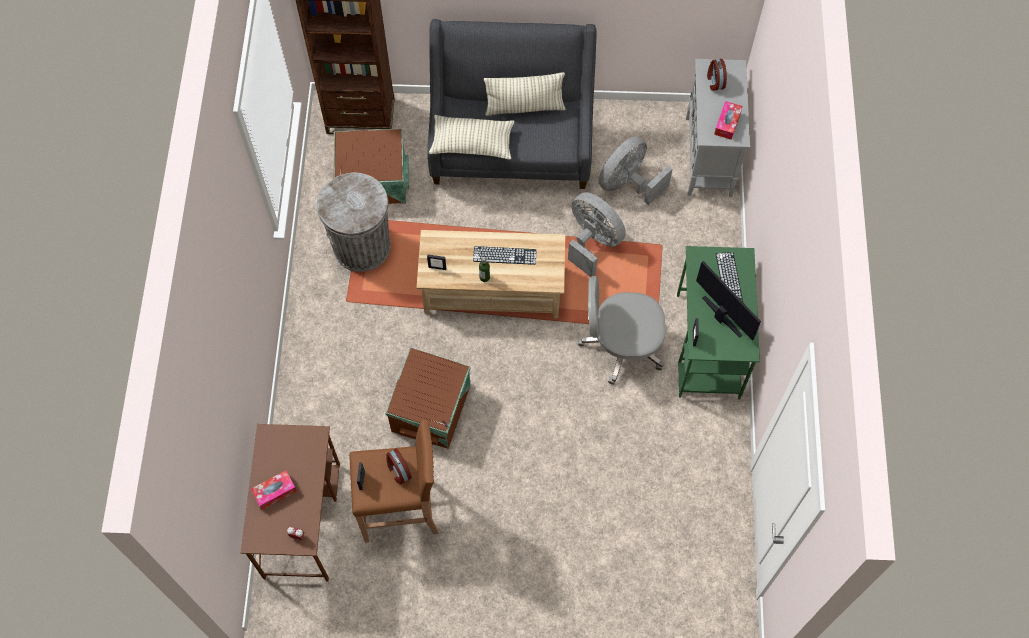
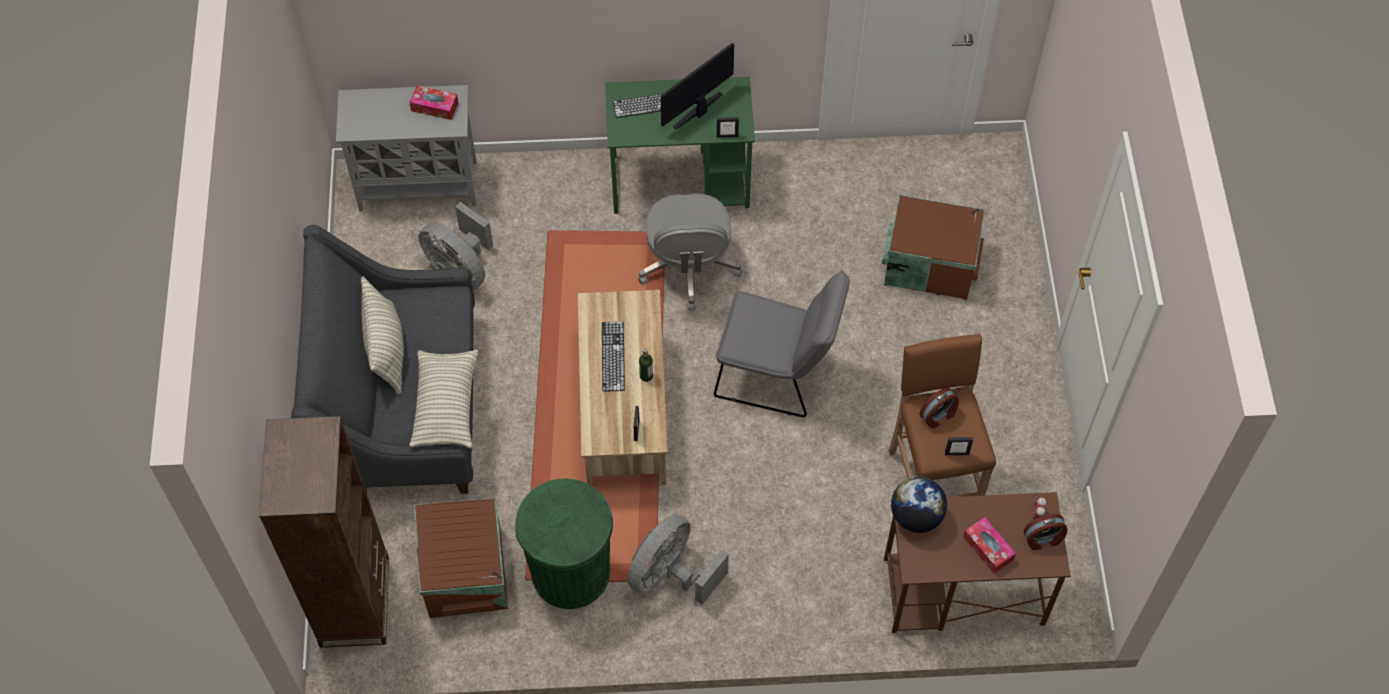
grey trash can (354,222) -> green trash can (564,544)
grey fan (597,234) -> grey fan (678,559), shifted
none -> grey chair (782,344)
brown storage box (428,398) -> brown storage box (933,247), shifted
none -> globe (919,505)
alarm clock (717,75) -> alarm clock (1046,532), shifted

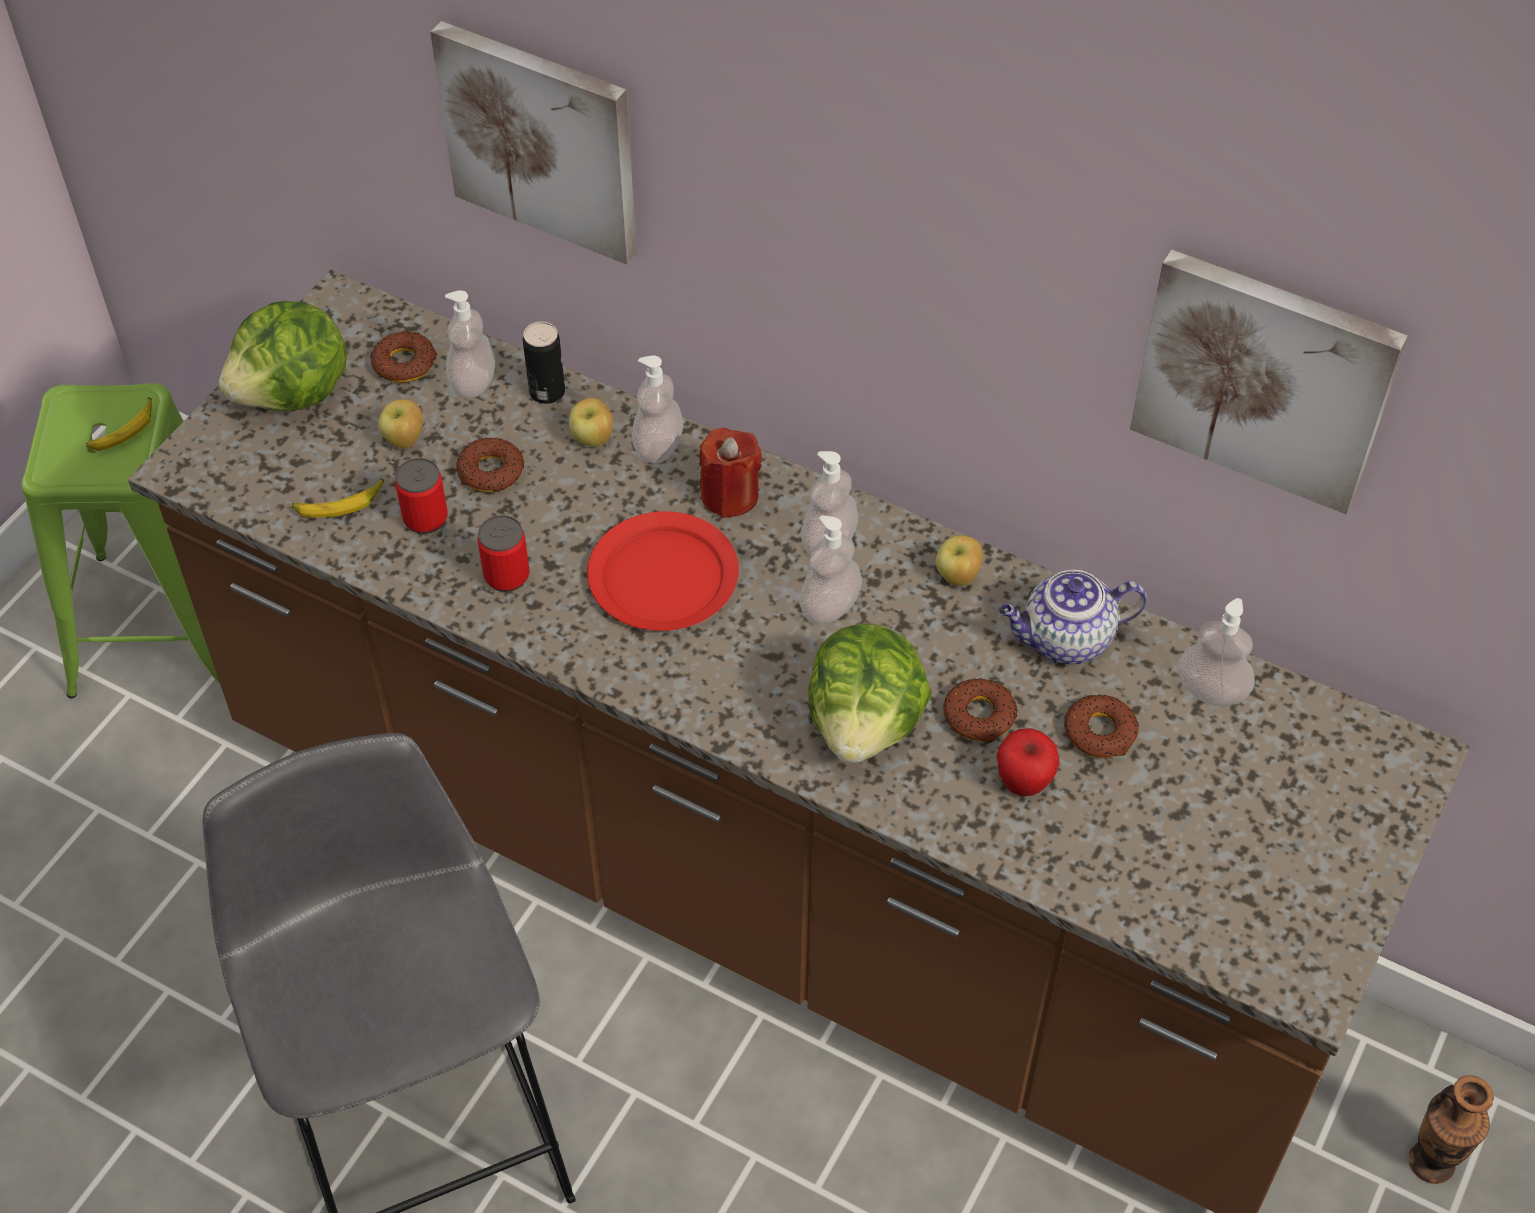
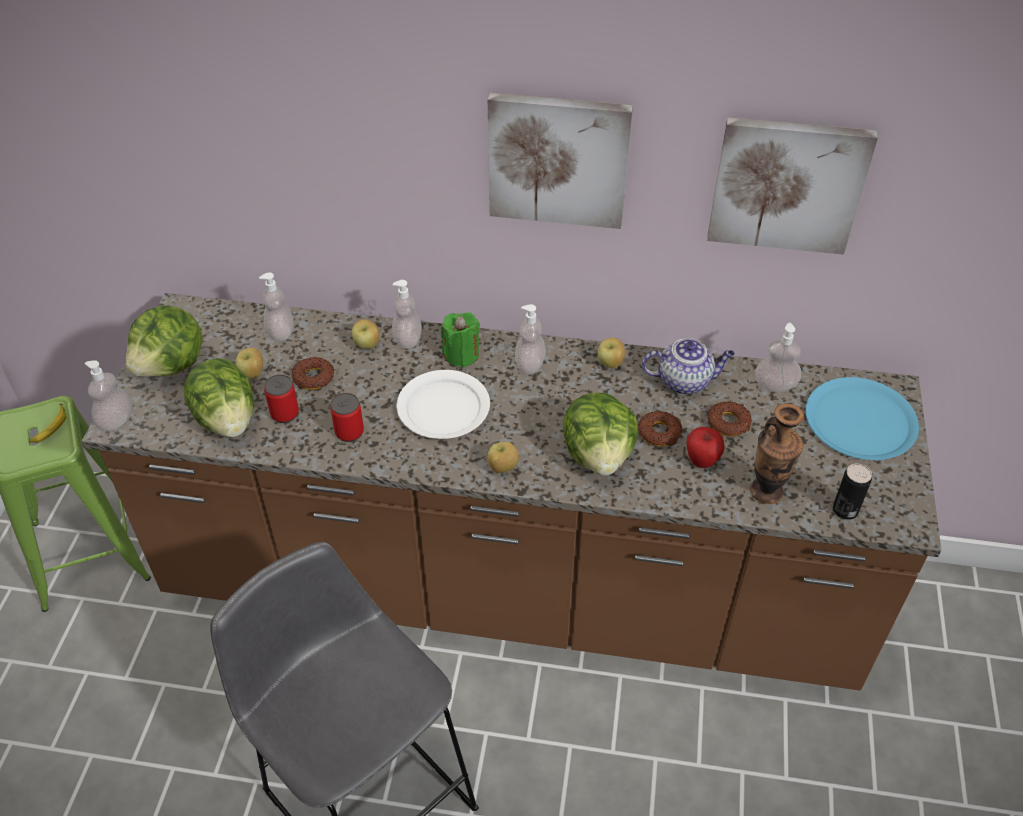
soap dispenser (830,570) -> soap dispenser (107,395), shifted
banana (338,498) -> lettuce (219,397)
red plate (663,571) -> white plate (443,404)
red candle (730,473) -> green candle (460,339)
none -> apple (503,457)
picture (533,143) -> picture (560,161), shifted
teapot (1073,617) -> teapot (688,366), 150 degrees counterclockwise
vase (1451,1129) -> vase (777,453), shifted
none -> blue plate (862,418)
can (544,362) -> can (852,491), shifted
donut (403,357) -> none

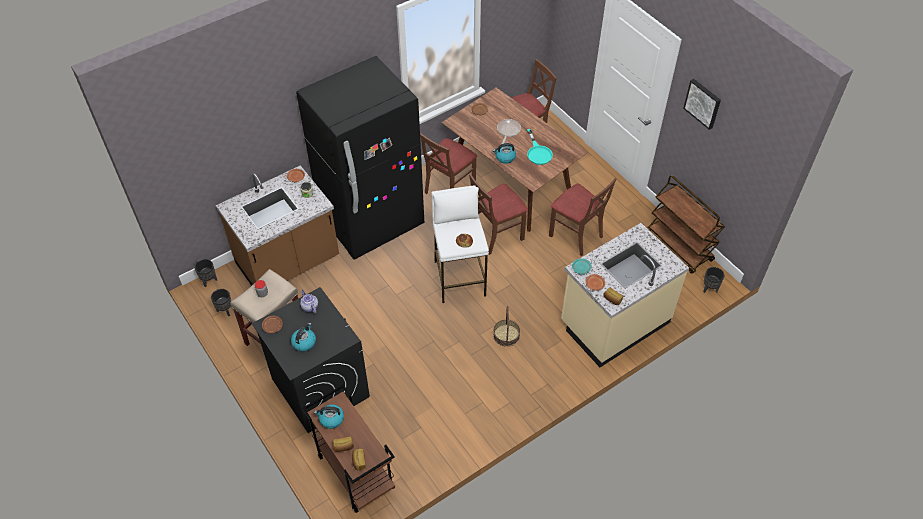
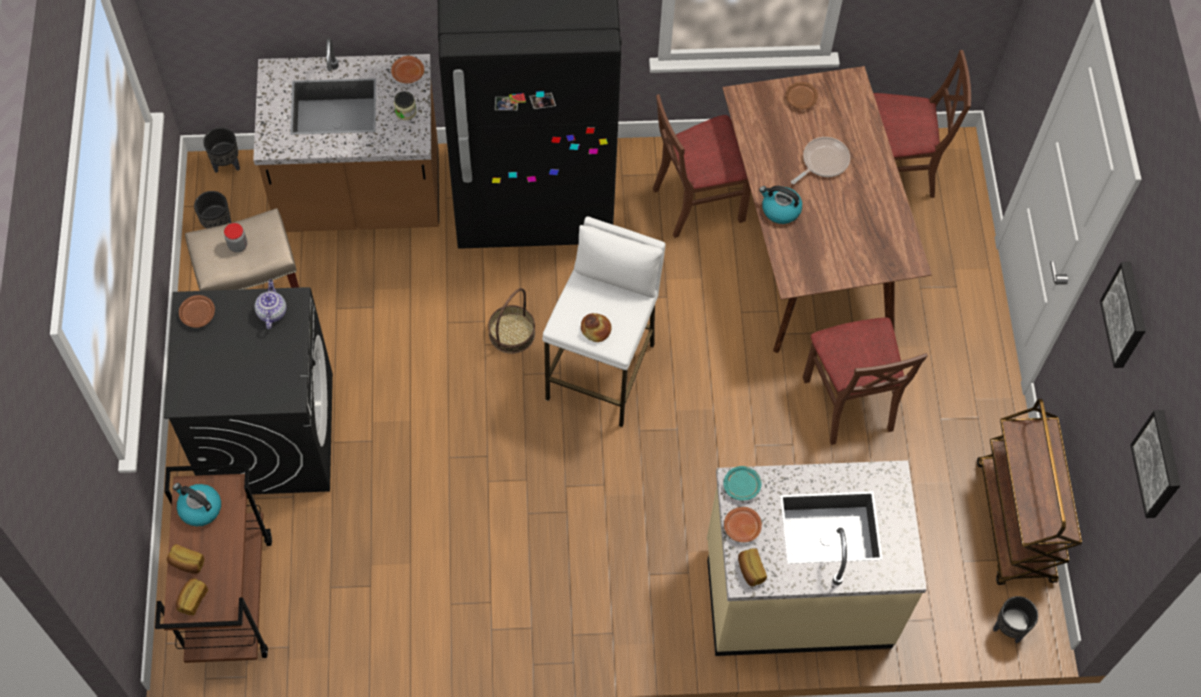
basket (506,326) -> basket (511,321), shifted
none -> picture (1155,464)
kettle (303,337) -> none
brown chair (498,214) -> none
turquoise frying pan (540,147) -> none

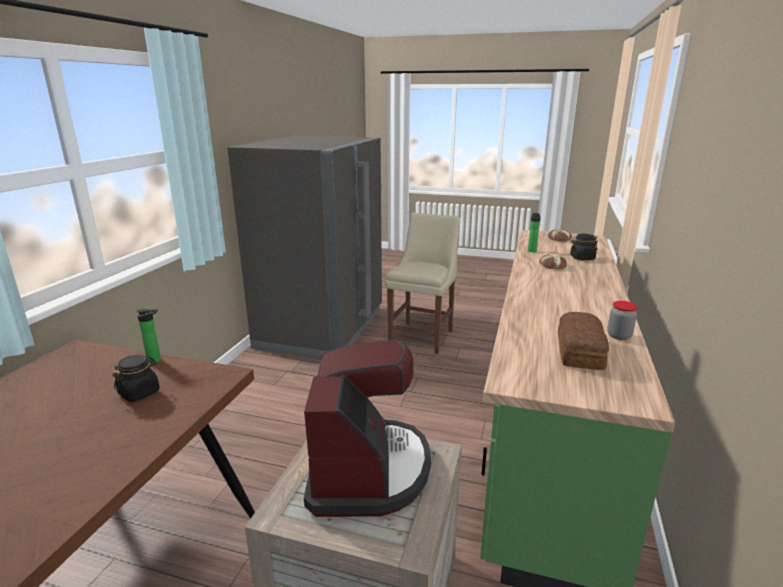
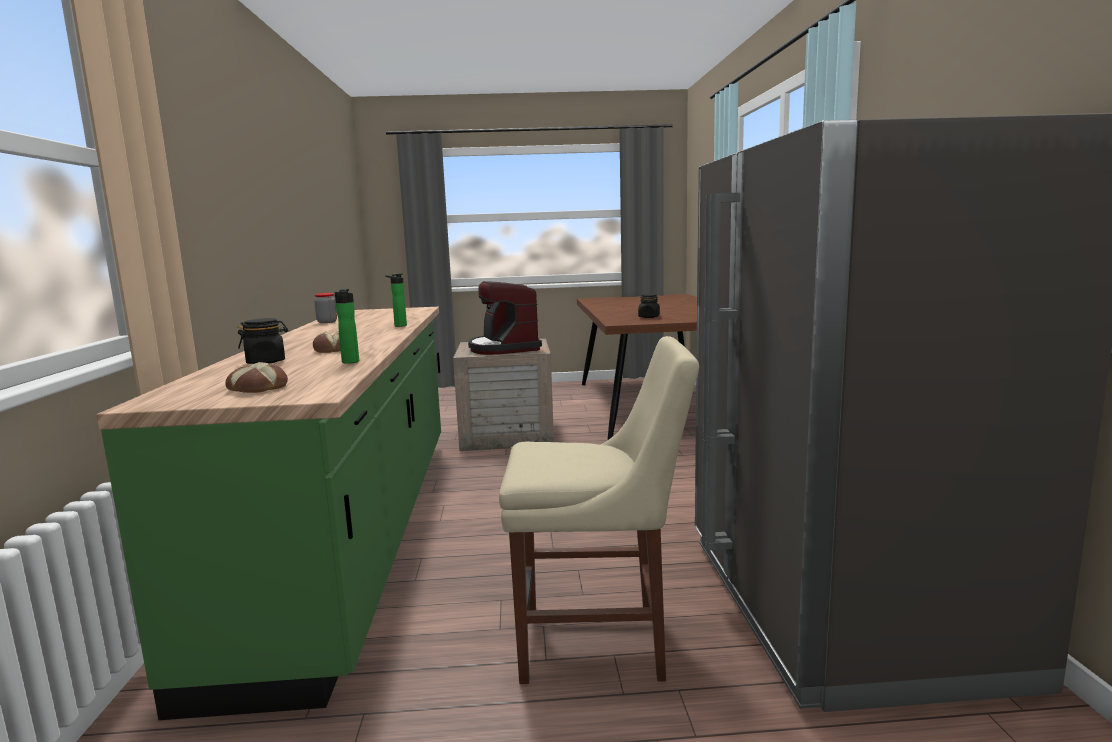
bottle (149,336) -> bottle (396,300), shifted
beige chair (422,283) -> beige chair (599,510), 90 degrees counterclockwise
bread (583,341) -> none

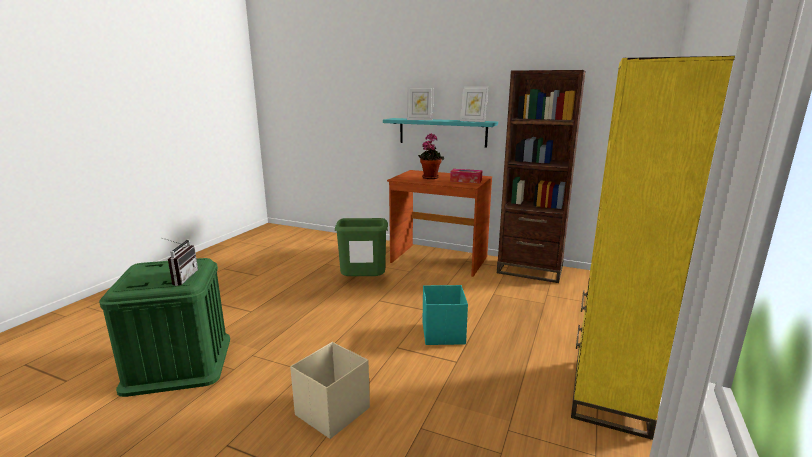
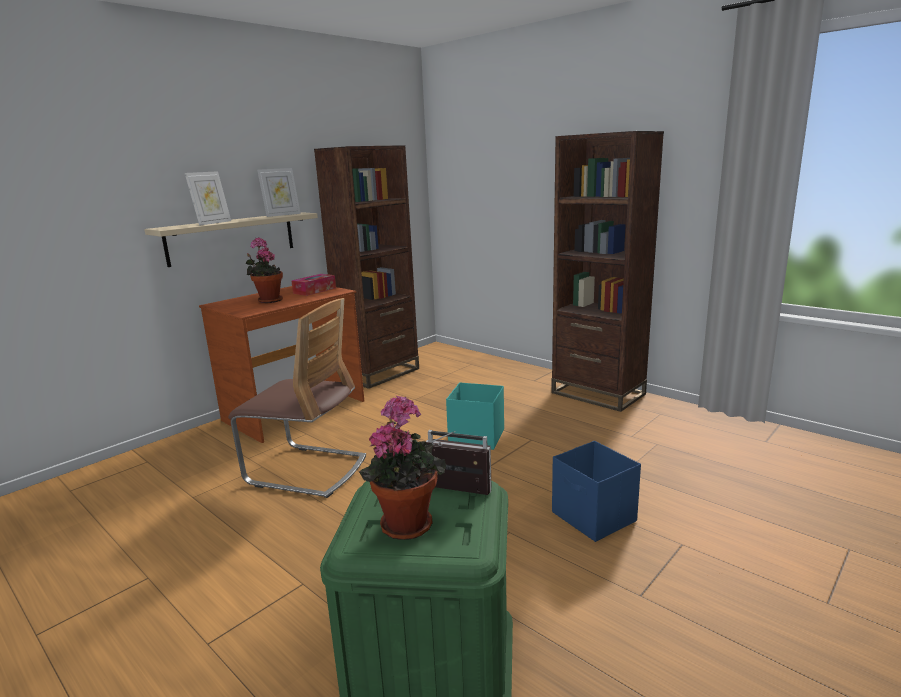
turquoise shelf (440,133) -> beige shelf (231,239)
green trash can (361,247) -> chair (297,398)
none -> potted plant (402,468)
yellow bookcase (653,248) -> brown bookcase (607,271)
beige storage box (330,390) -> blue storage box (596,491)

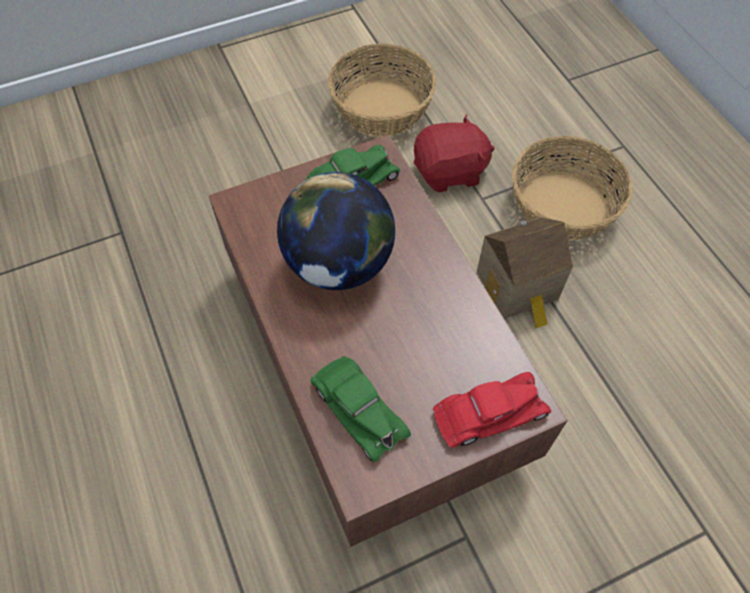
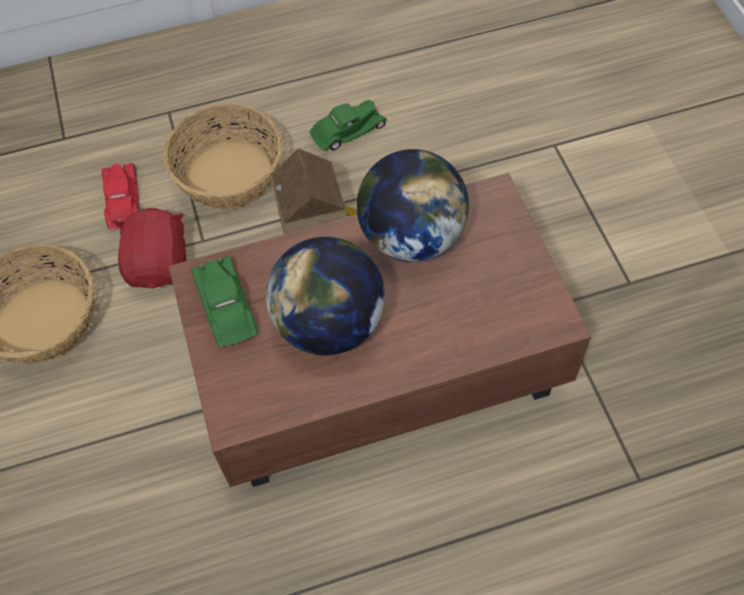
red toy car (492,410) -> red toy car (120,196), shifted
green toy car (361,409) -> green toy car (348,125), shifted
none -> globe (413,205)

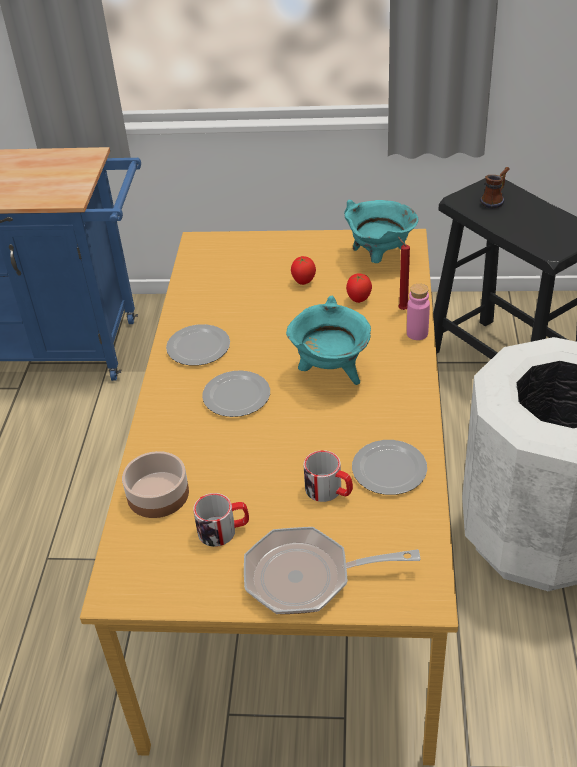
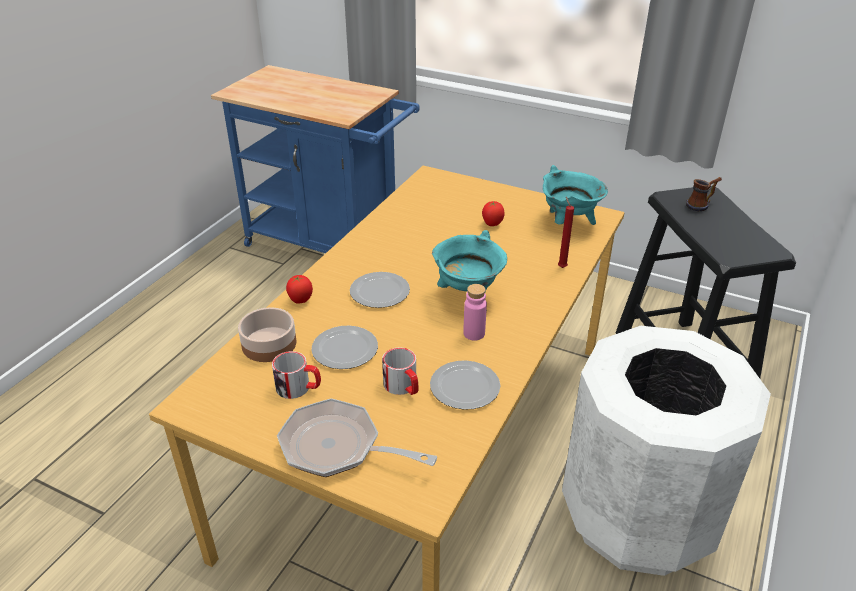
tomato (359,288) -> tomato (299,289), shifted
plate (198,345) -> plate (344,347), shifted
pink bottle (418,312) -> pink bottle (475,312), shifted

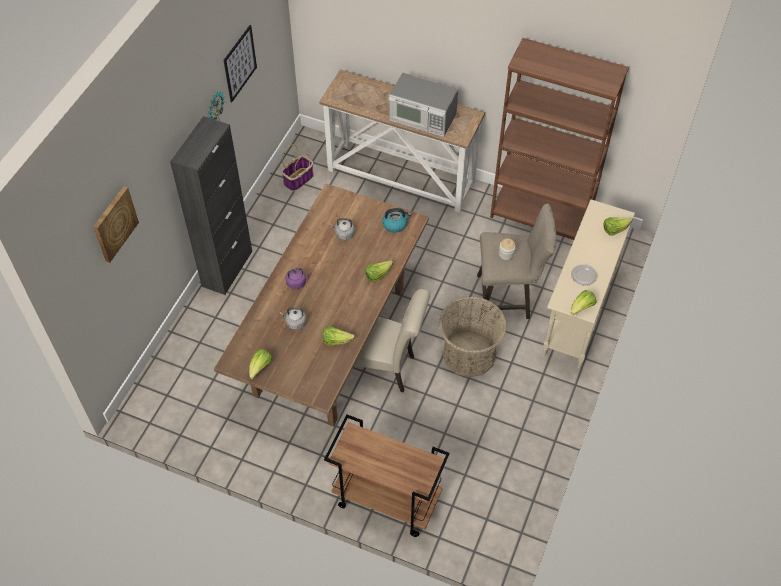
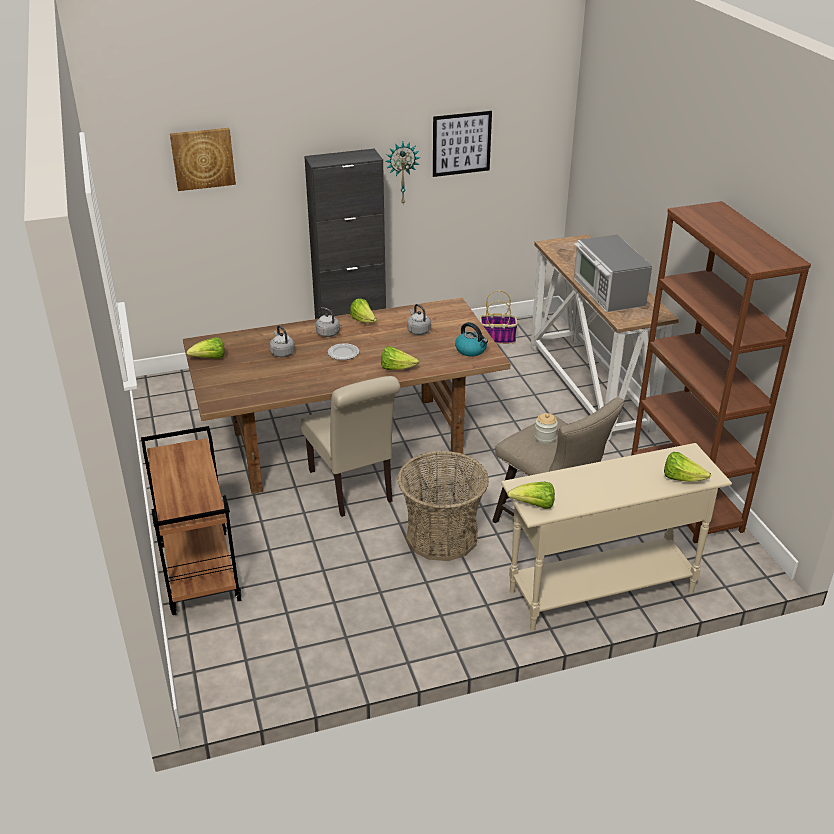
purple kettle (298,278) -> grey kettle (329,322)
plate (584,275) -> plate (343,351), shifted
lettuce (339,335) -> lettuce (363,310), shifted

